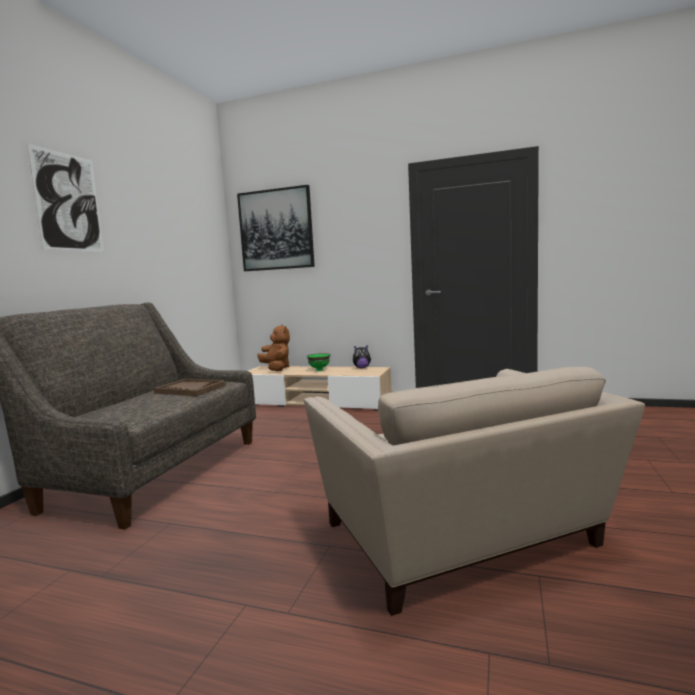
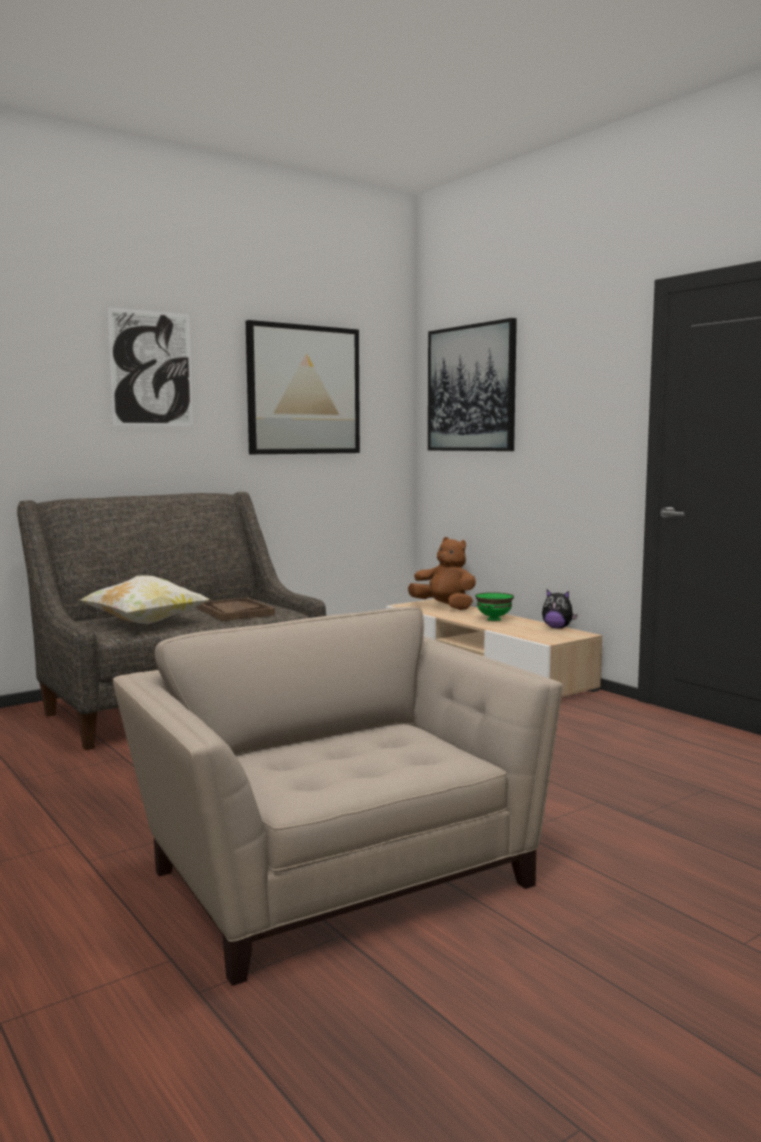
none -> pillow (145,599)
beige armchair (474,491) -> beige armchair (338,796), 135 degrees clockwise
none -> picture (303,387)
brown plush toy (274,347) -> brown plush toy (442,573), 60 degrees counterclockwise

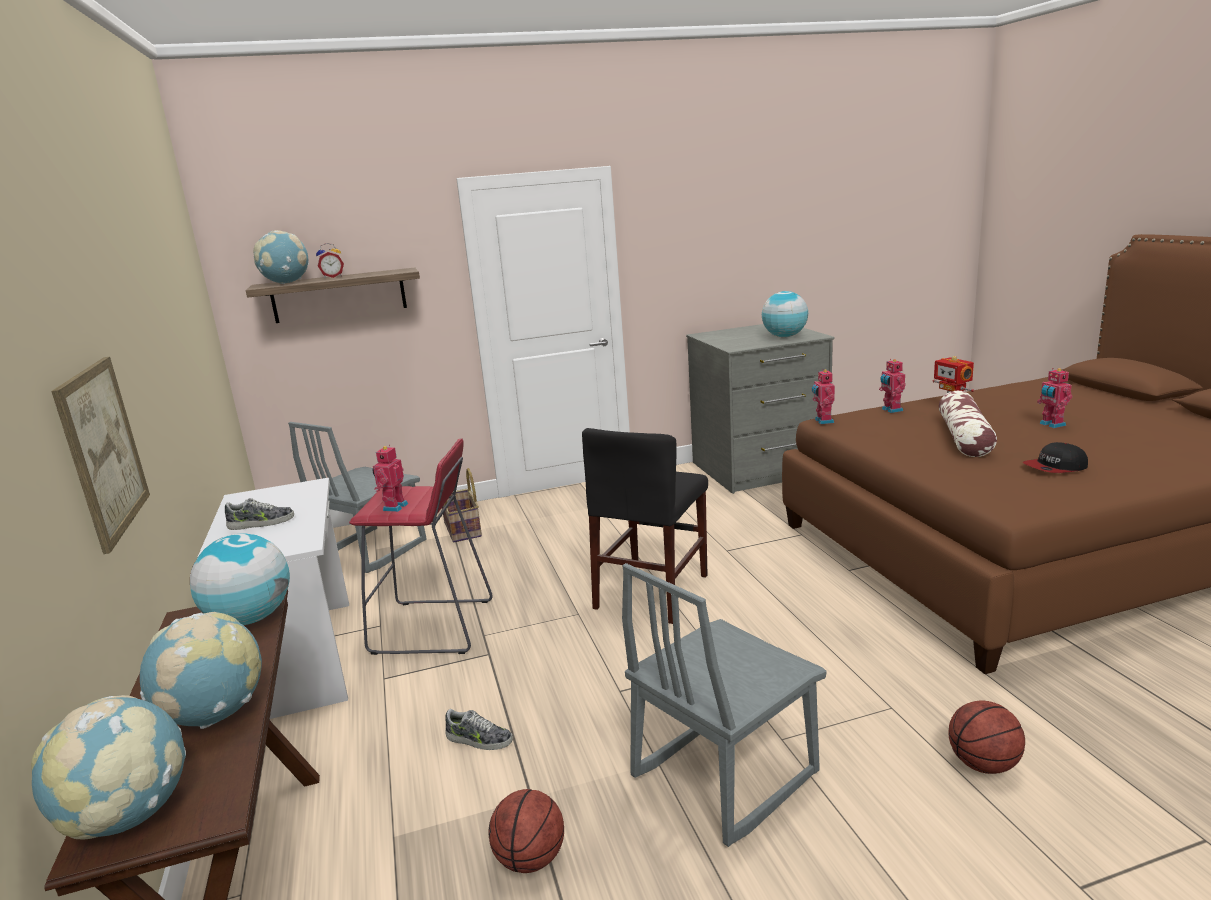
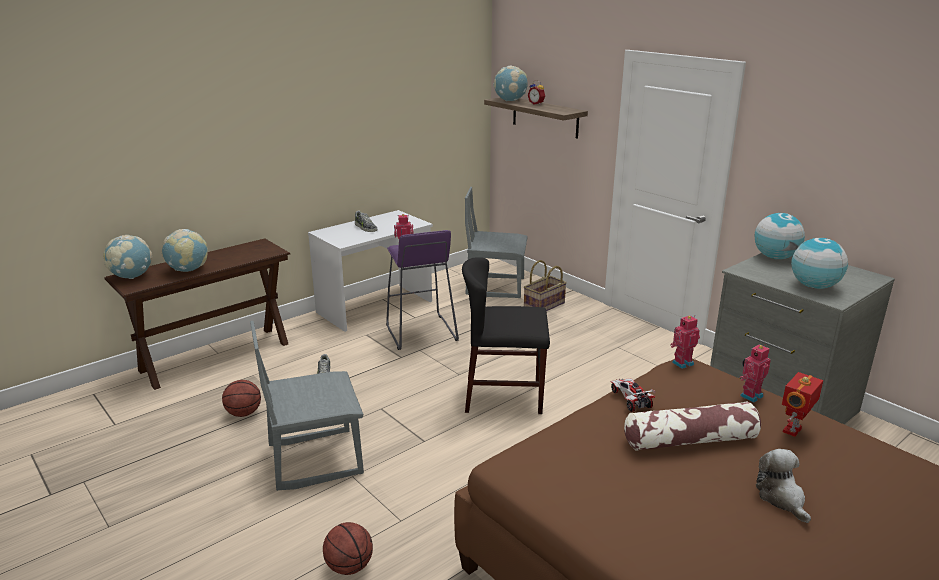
grey chair (724,705) -> grey chair (307,406), 45 degrees counterclockwise
red stool (421,546) -> purple stool (422,290)
none -> toy car (633,395)
globe (240,579) -> globe (780,236), shifted
toy robot (1054,398) -> plush toy (783,486)
picture (100,455) -> none
cap (1055,457) -> none

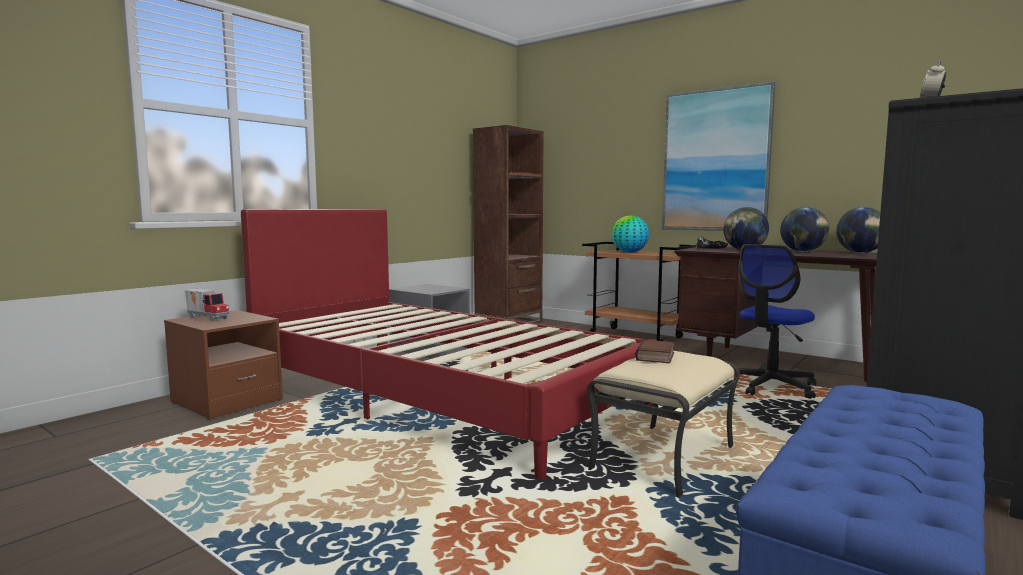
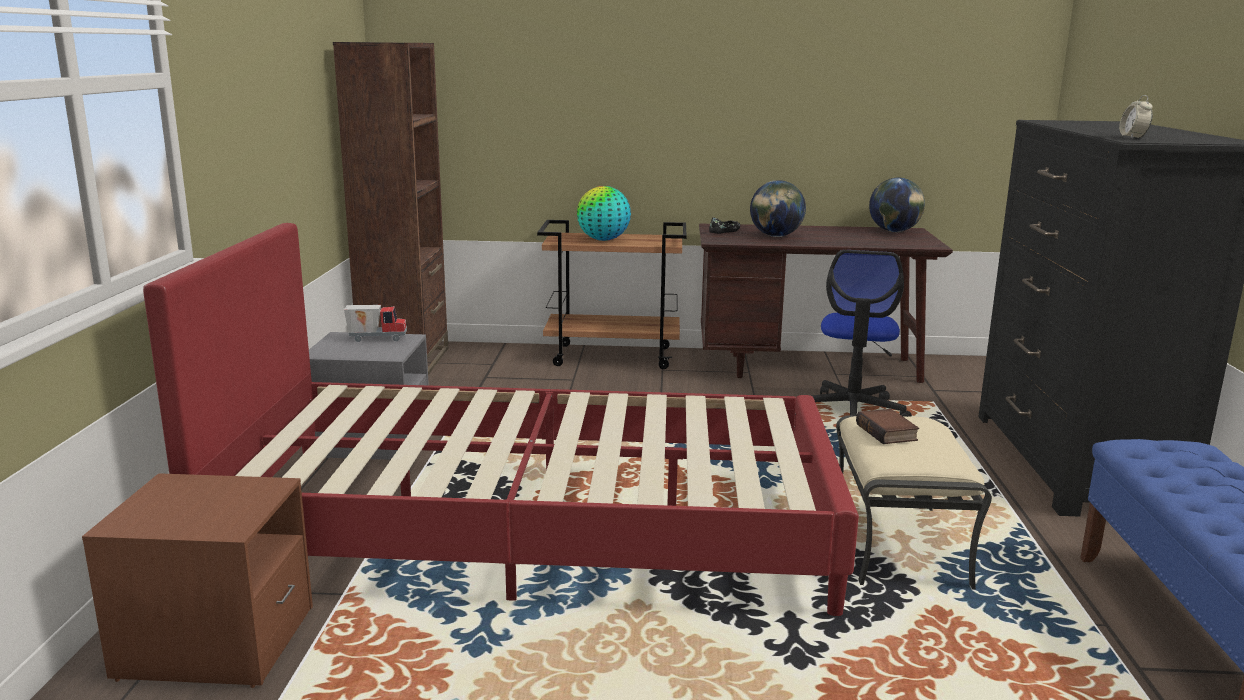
toy truck (207,305) -> toy truck (375,323), shifted
picture (718,156) -> none
globe (804,229) -> none

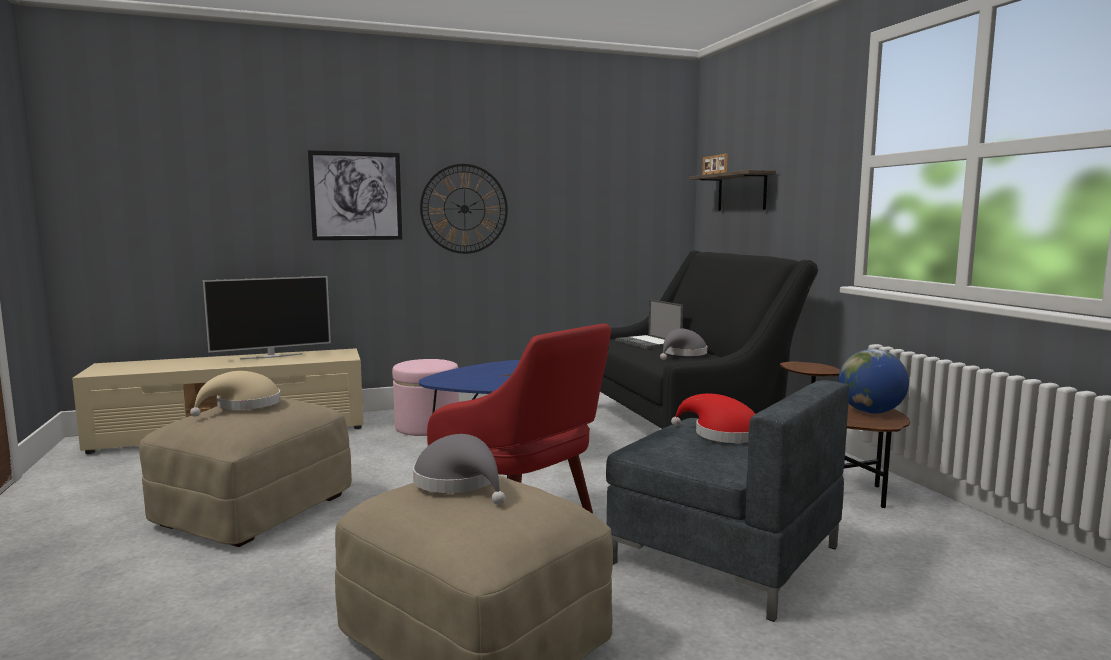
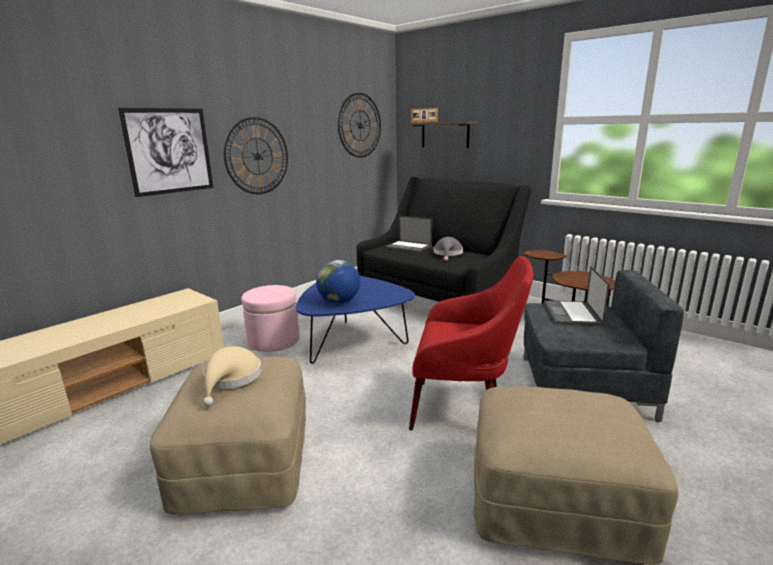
globe (873,381) -> globe (338,282), shifted
none -> wall clock (359,125)
red hat (713,418) -> laptop (577,296)
television (267,317) -> none
grey hat (459,469) -> none

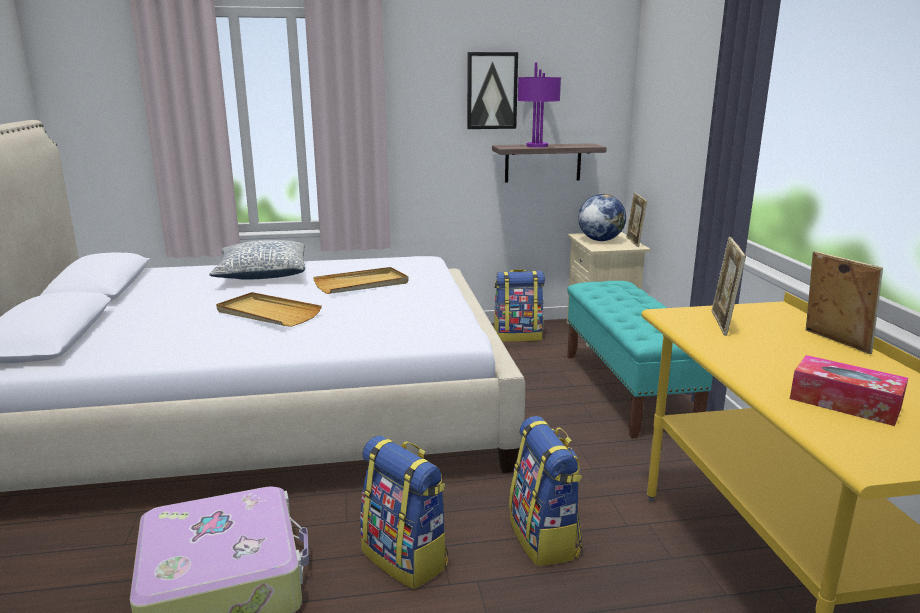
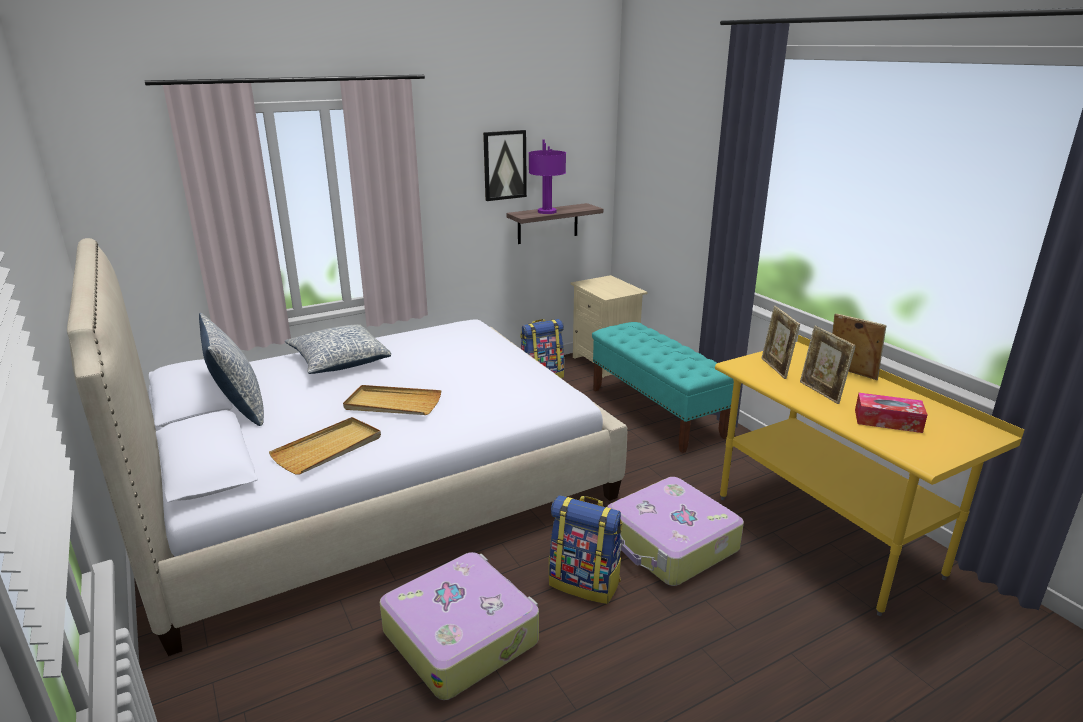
none -> pillow (231,369)
beige tray (361,280) -> beige tray (325,446), shifted
backpack (546,491) -> suitcase (675,531)
picture frame (636,219) -> picture frame (828,365), shifted
globe (602,217) -> none

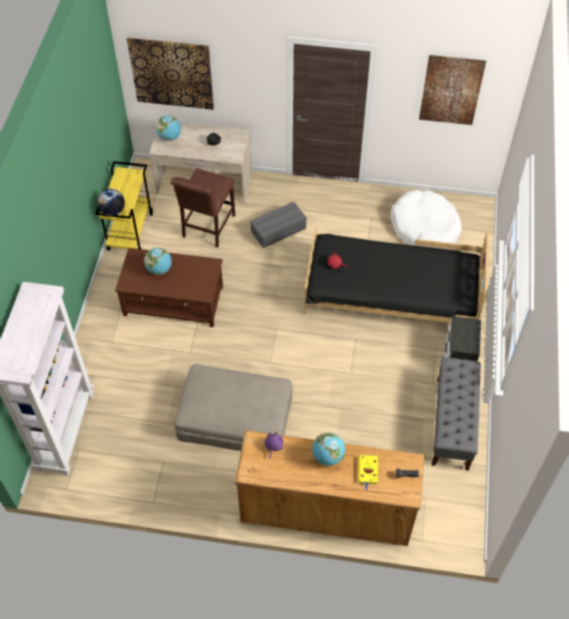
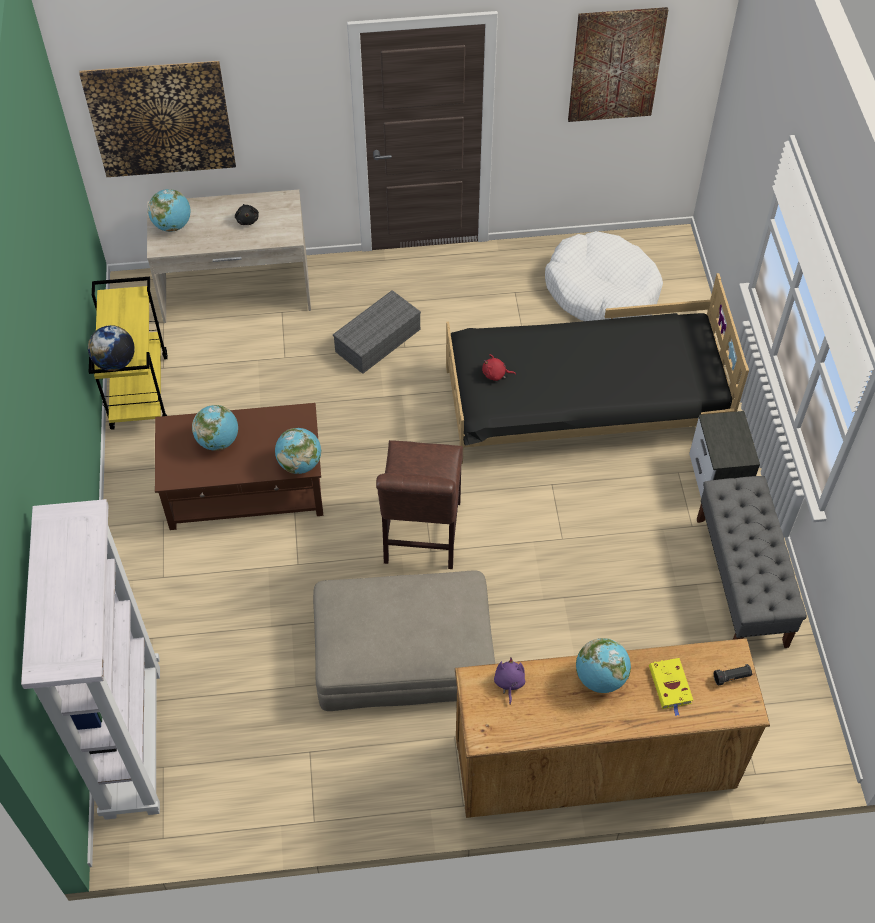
none -> globe (298,451)
brown chair (203,208) -> brown chair (419,504), shifted

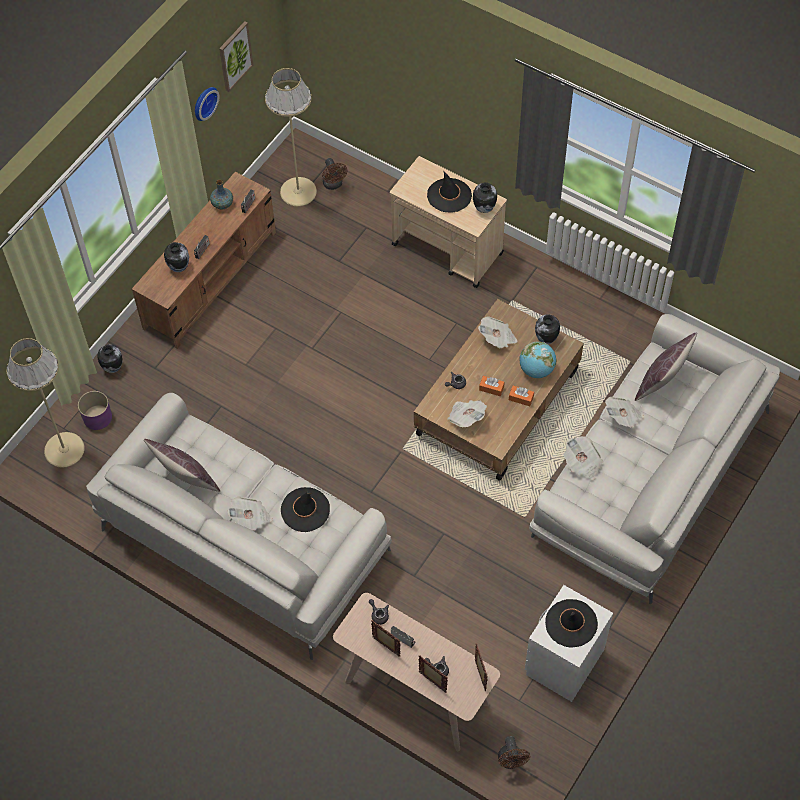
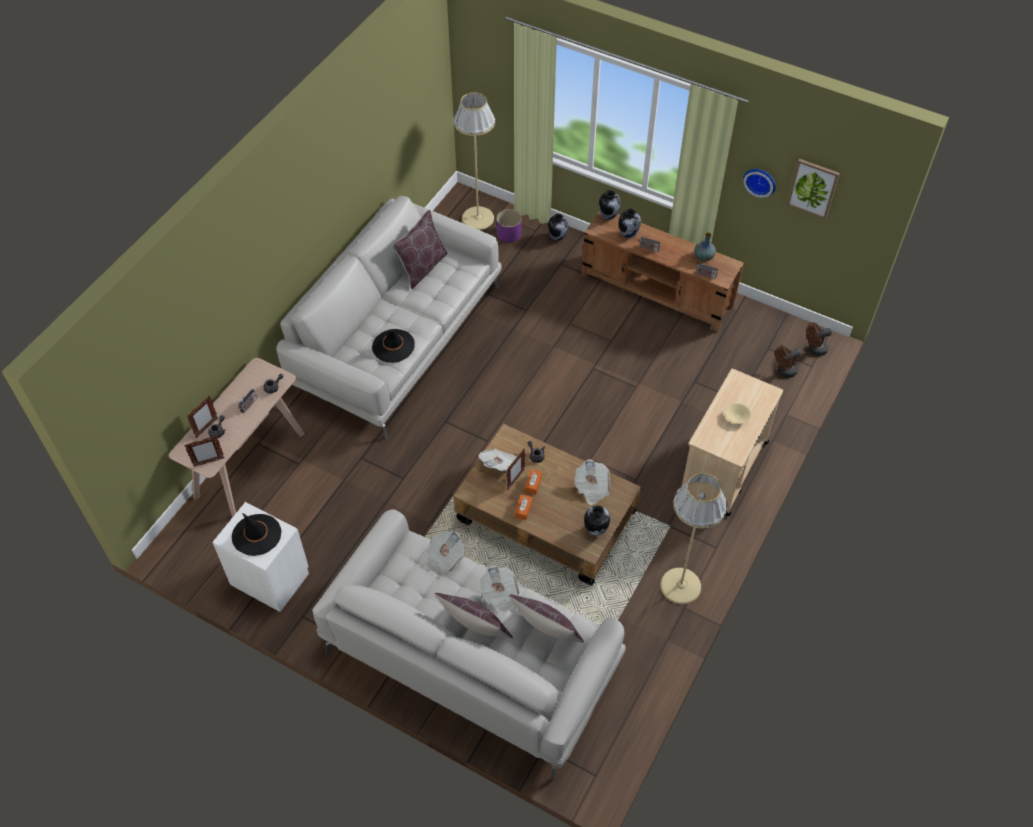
none -> brown pillow (474,616)
picture frame (386,638) -> picture frame (515,469), shifted
vase (485,197) -> vase (610,205), shifted
beige floor lamp (291,137) -> beige floor lamp (693,538), shifted
black hat (449,191) -> beige bowl (738,413)
brown fan (514,752) -> brown fan (819,339), shifted
newspaper (250,513) -> none
globe (538,360) -> none

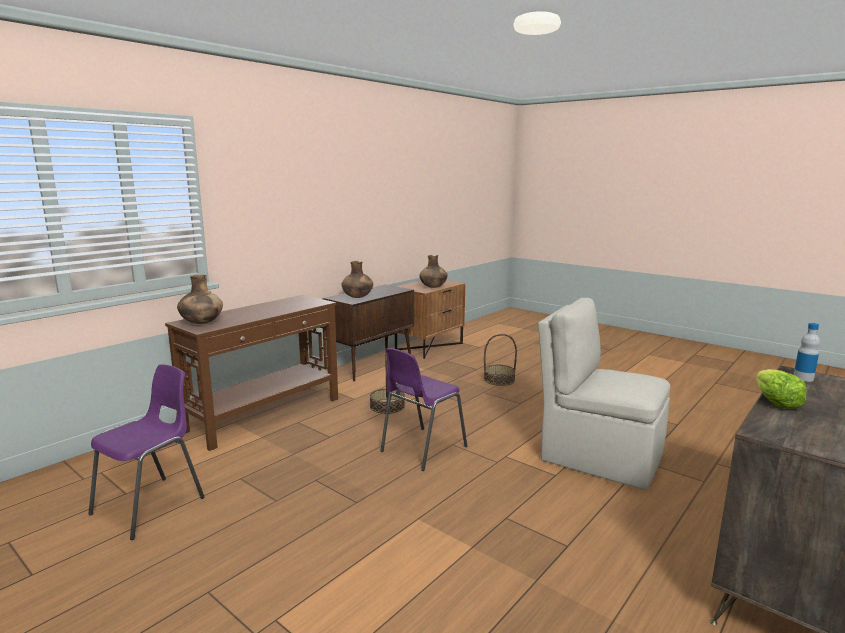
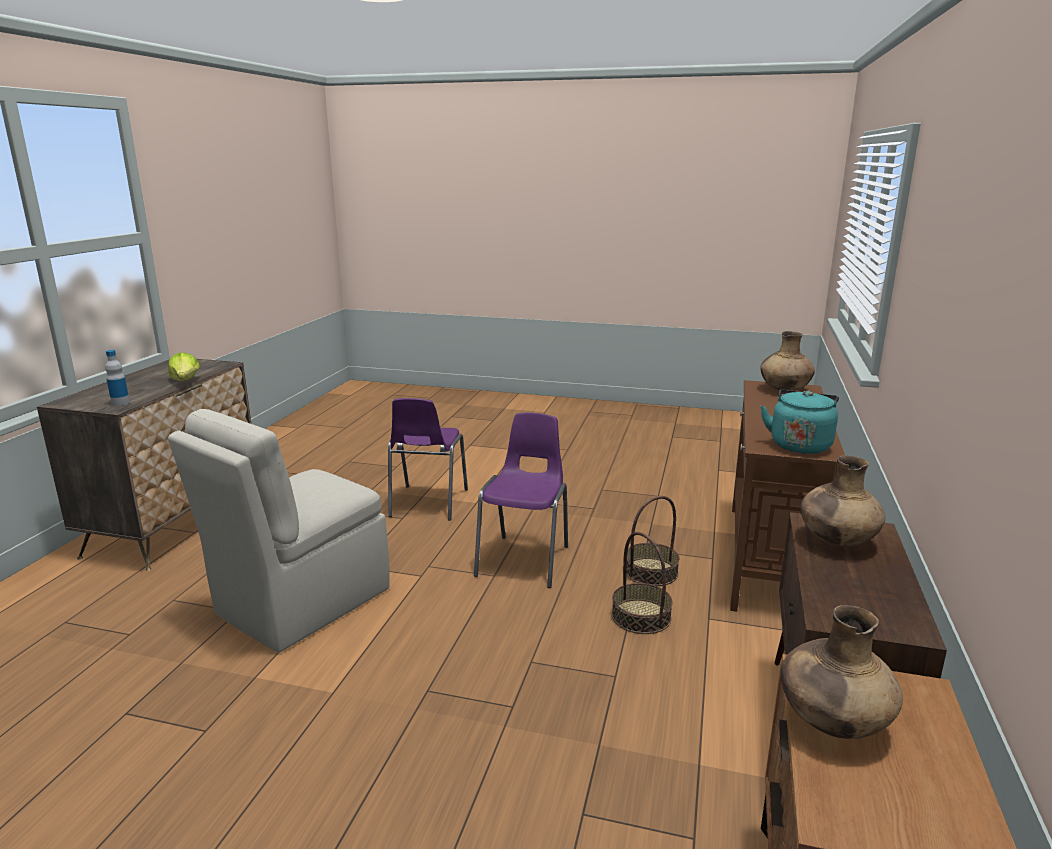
beige chair (604,394) -> beige chair (279,531), 120 degrees clockwise
purple chair (146,452) -> purple chair (428,459), shifted
basket (500,360) -> basket (652,541), shifted
none -> turquoise kettle (799,422)

